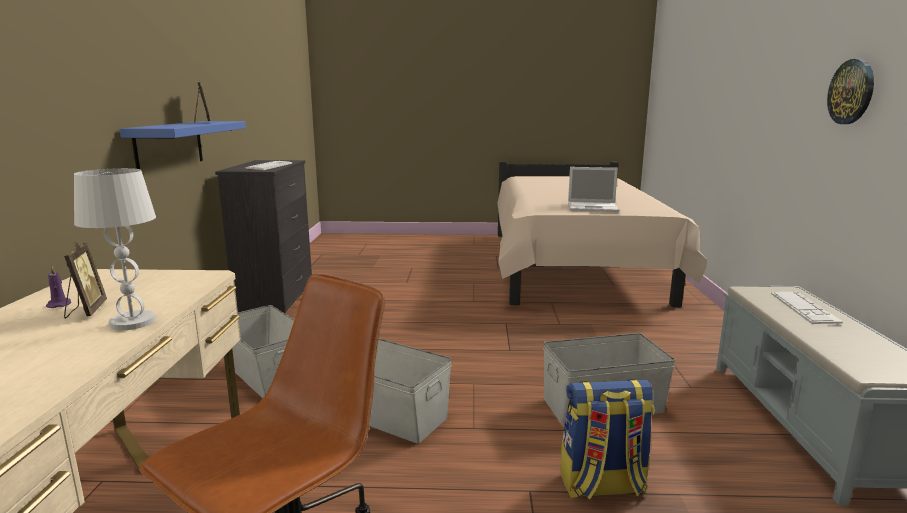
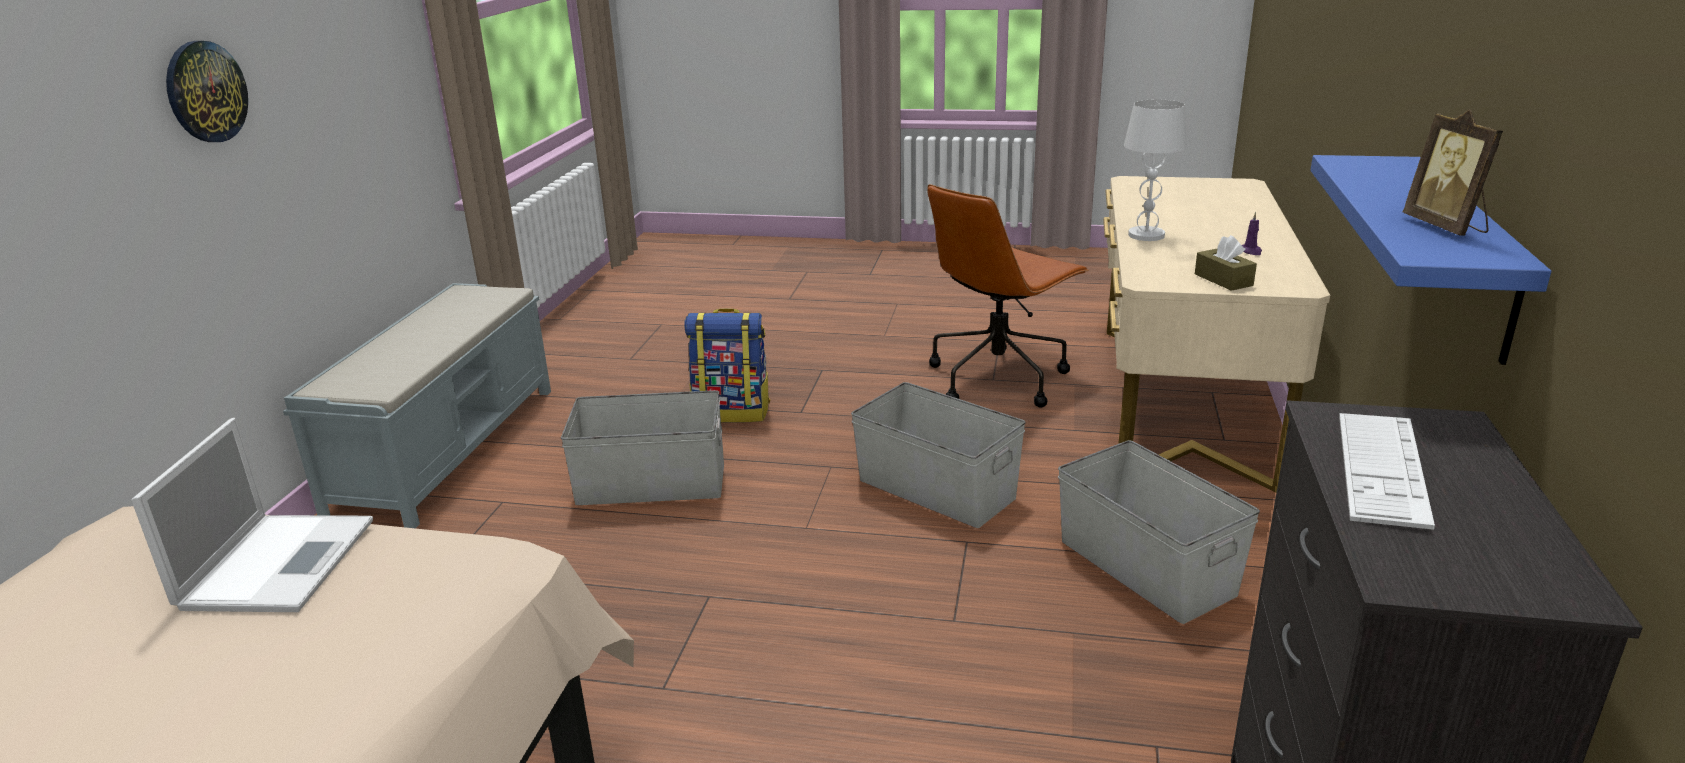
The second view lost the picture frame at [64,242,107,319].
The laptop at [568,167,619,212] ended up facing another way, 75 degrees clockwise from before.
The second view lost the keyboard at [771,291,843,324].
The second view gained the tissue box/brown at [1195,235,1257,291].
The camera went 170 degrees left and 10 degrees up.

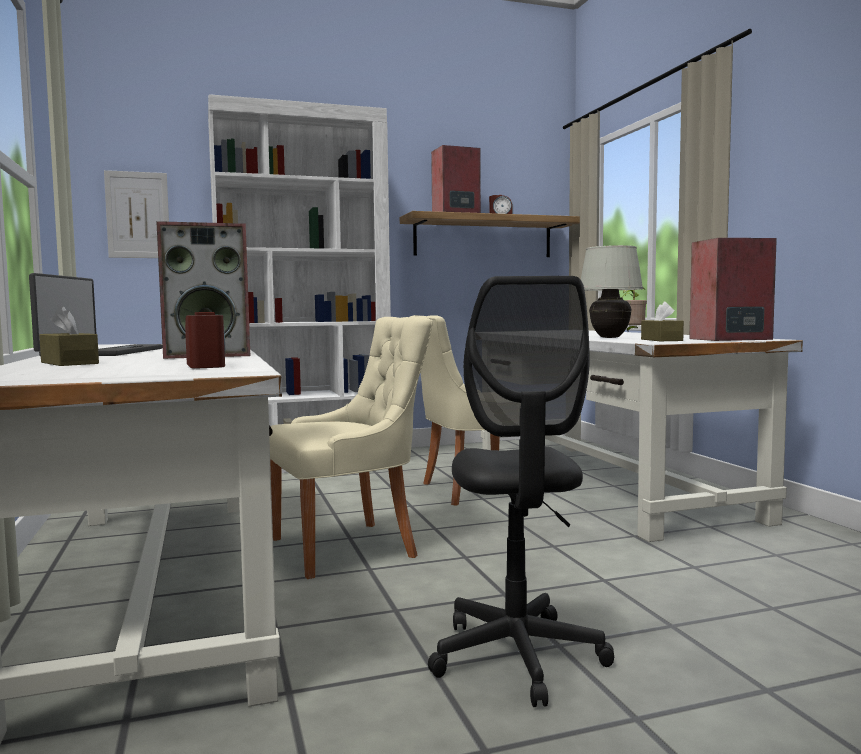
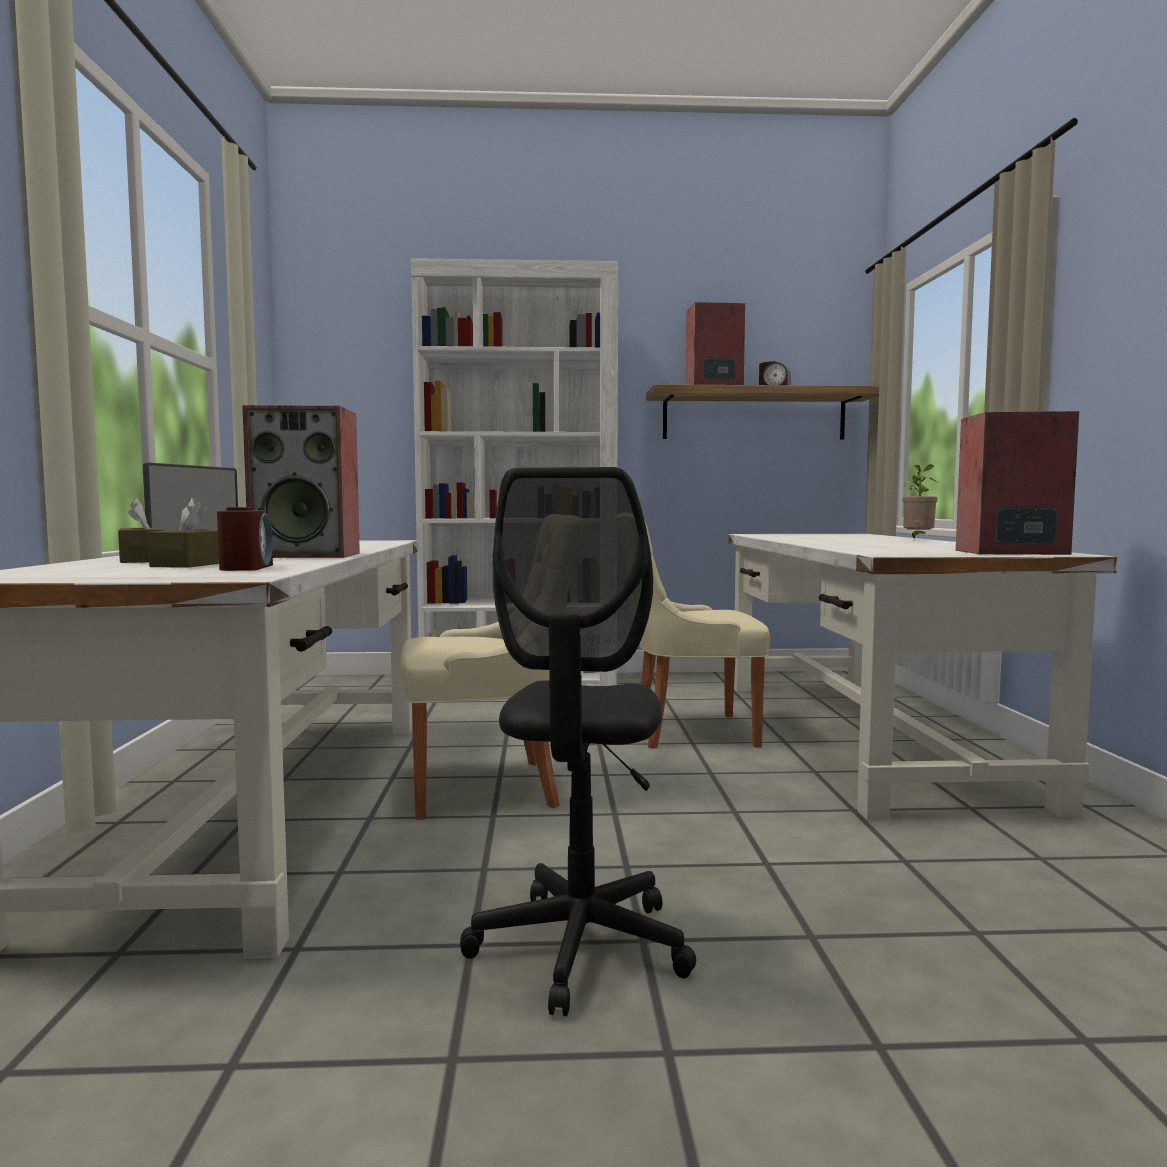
The second view lost the picture at [104,170,169,258].
The second view lost the table lamp/white at [581,245,643,338].
The tissue box/brown ended up elsewhere, having gone from [641,301,684,341] to [148,498,219,568].
The camera went 15 degrees right and 0 degrees up.

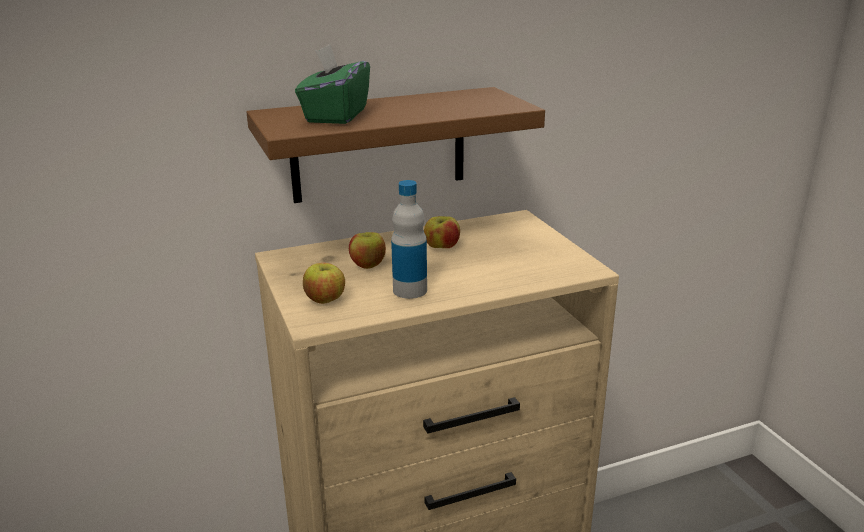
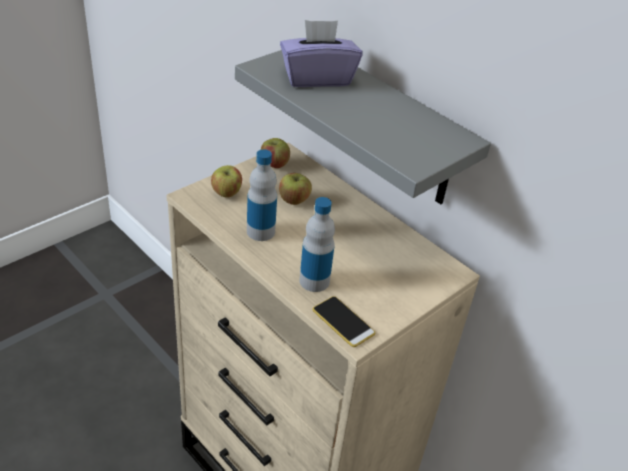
What was the shelf/brown at [246,87,545,203] turned into the shelf/grey at [235,50,491,204].
What was the tissue box/green at [295,44,370,124] turned into the tissue box/purple at [280,20,362,87].
The apple ended up elsewhere, having gone from [424,216,460,248] to [261,138,290,168].
The second view gained the bottle at [299,197,335,292].
The second view gained the phone at [312,296,375,347].
The camera went 65 degrees right and 15 degrees up.

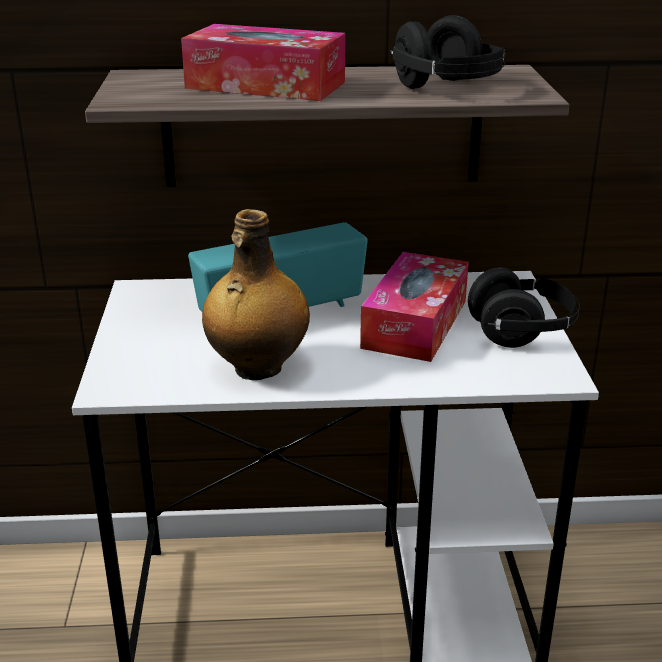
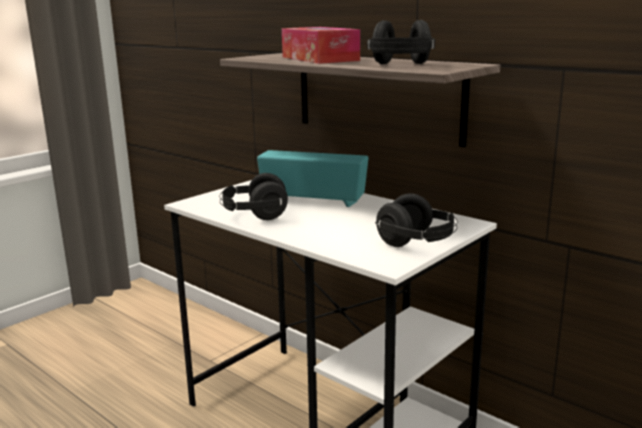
Where the bottle stood at [202,209,310,380], the headphones/black came to stand at [219,173,288,220].
The second view lost the tissue box at [360,252,469,362].
The camera went 45 degrees right and 10 degrees down.

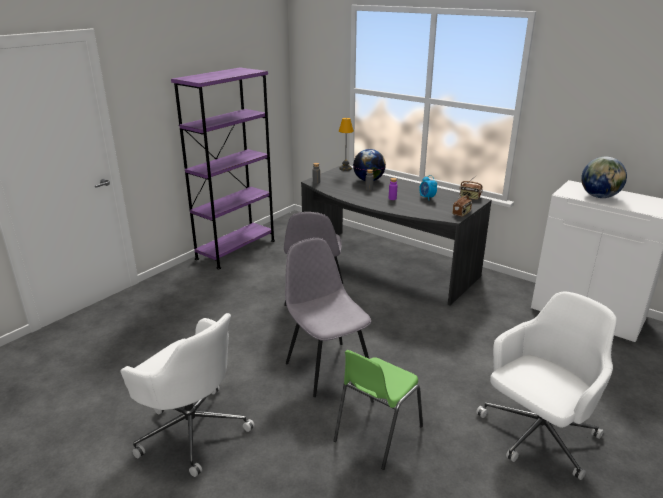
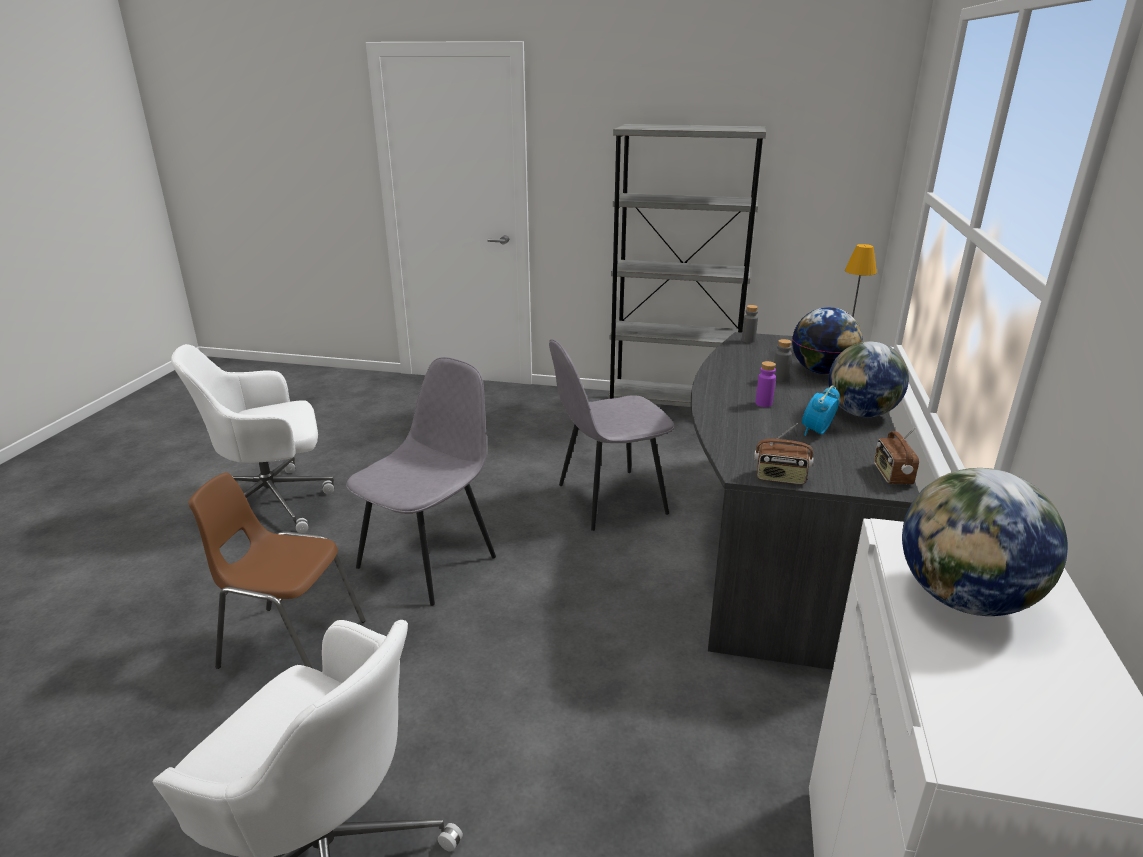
The office chair/white at [121,313,255,477] ended up facing another way, 60 degrees clockwise from before.
What was the bookcase/purple at [171,67,275,269] turned into the bookcase/grey at [608,124,766,407].
What was the chair/green at [333,350,423,470] turned into the chair/brown at [188,472,366,669].
The second view gained the globe at [828,341,909,417].
The camera went 65 degrees right and 0 degrees up.

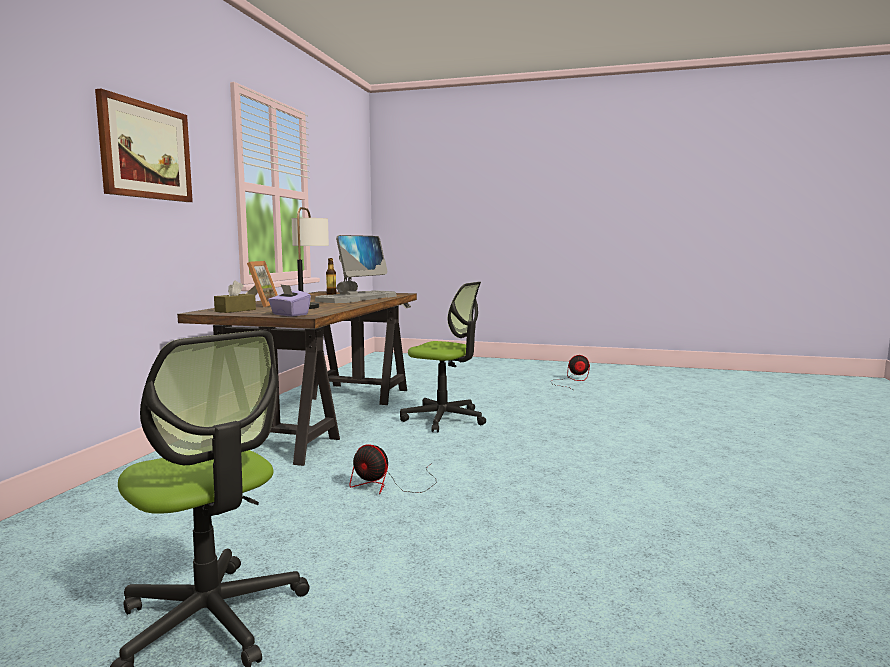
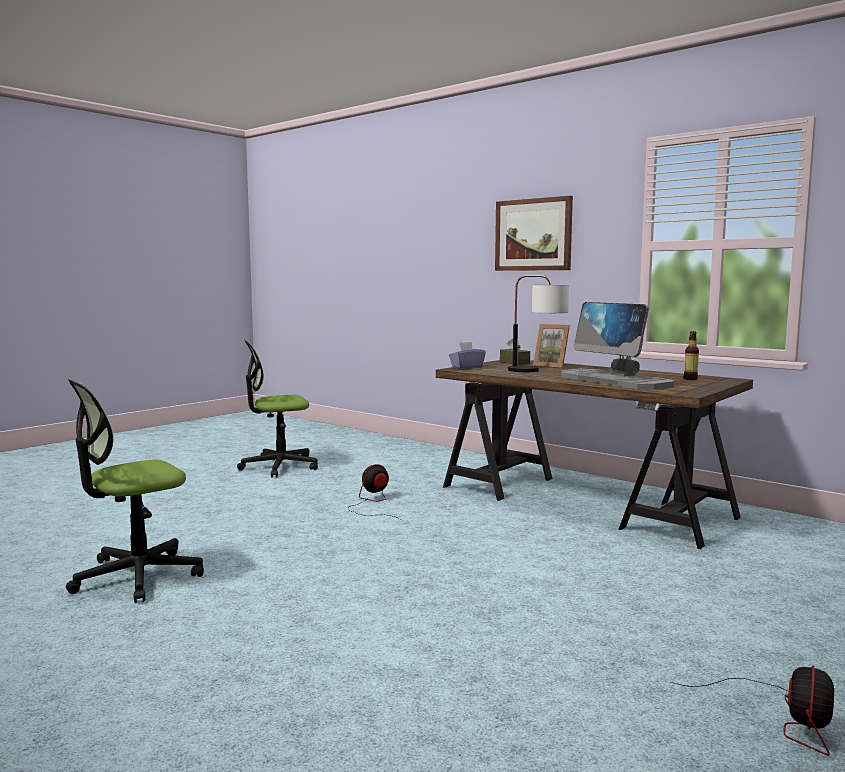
The office chair ended up elsewhere, having gone from [400,282,486,433] to [66,379,204,603].
The camera went 115 degrees right and 0 degrees up.

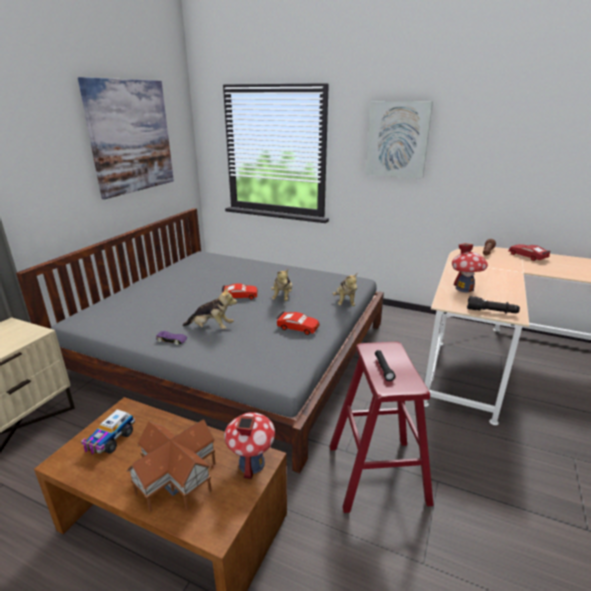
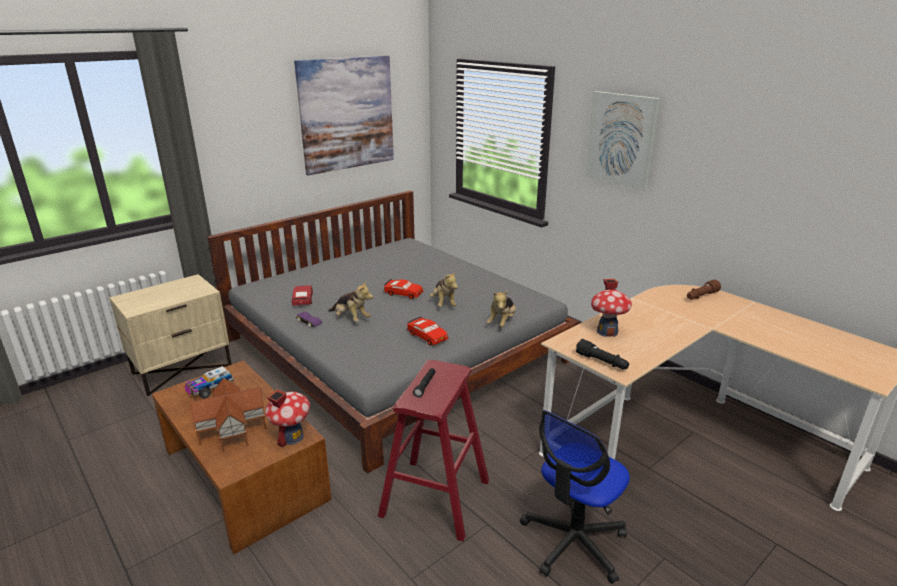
The plush toy at [271,268,293,301] ended up facing another way, 45 degrees counterclockwise from before.
The toy car/red ended up elsewhere, having gone from [509,244,551,261] to [292,285,313,306].
The second view gained the office chair at [520,410,630,584].
The camera went 25 degrees right and 0 degrees up.

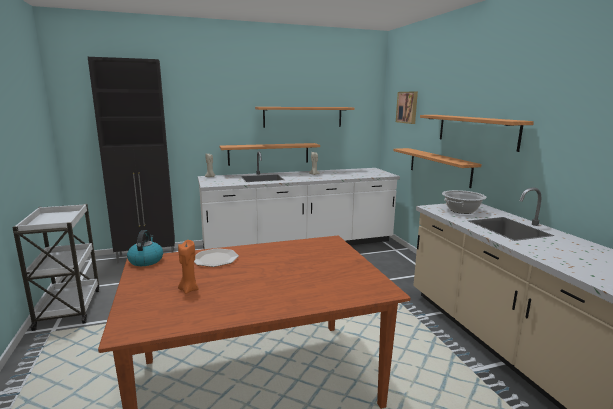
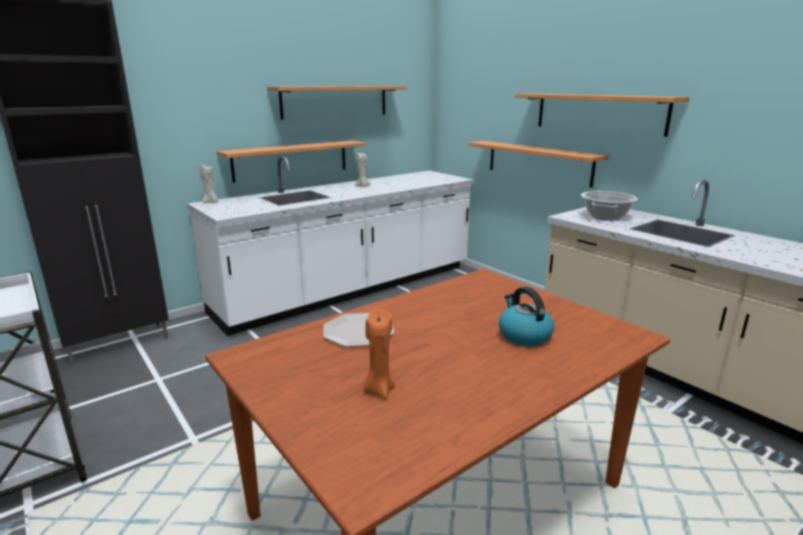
The kettle ended up elsewhere, having gone from [127,230,163,266] to [499,287,554,346].
The second view lost the picture at [396,91,418,124].
The camera went 20 degrees left and 5 degrees up.

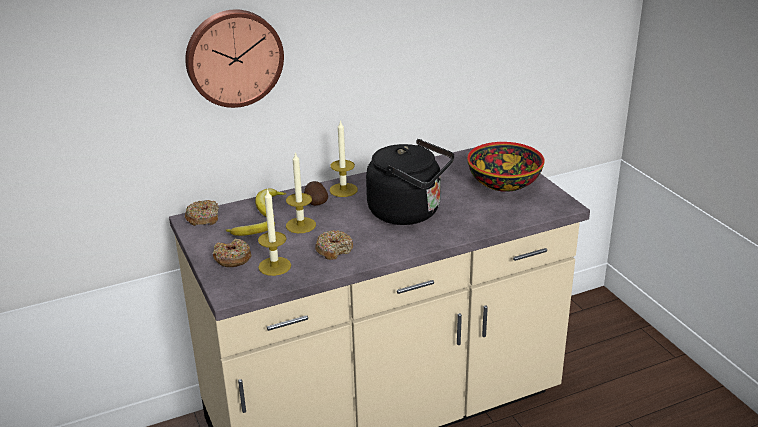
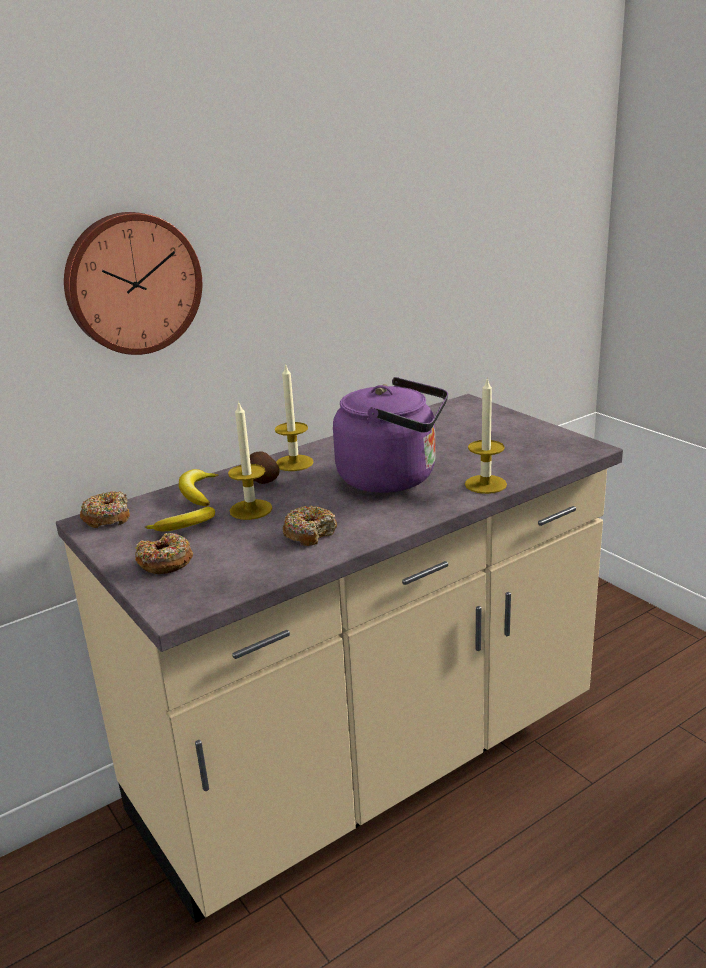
The candle ended up elsewhere, having gone from [258,189,291,276] to [465,377,507,494].
What was the kettle/black at [366,139,454,225] turned into the kettle/purple at [333,377,448,493].
The second view lost the bowl at [467,142,544,192].
The camera went 10 degrees left and 5 degrees down.

